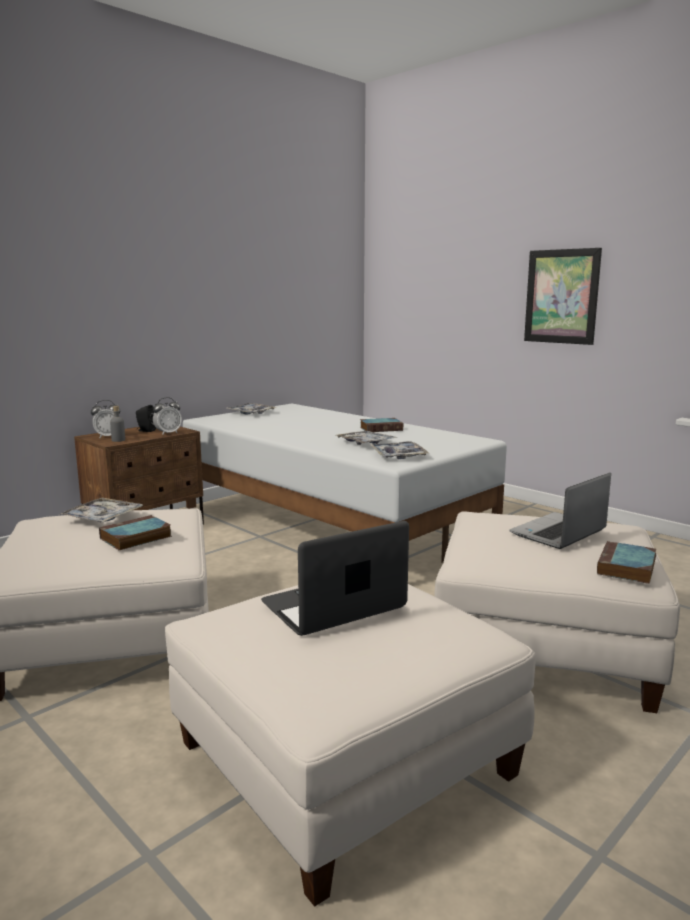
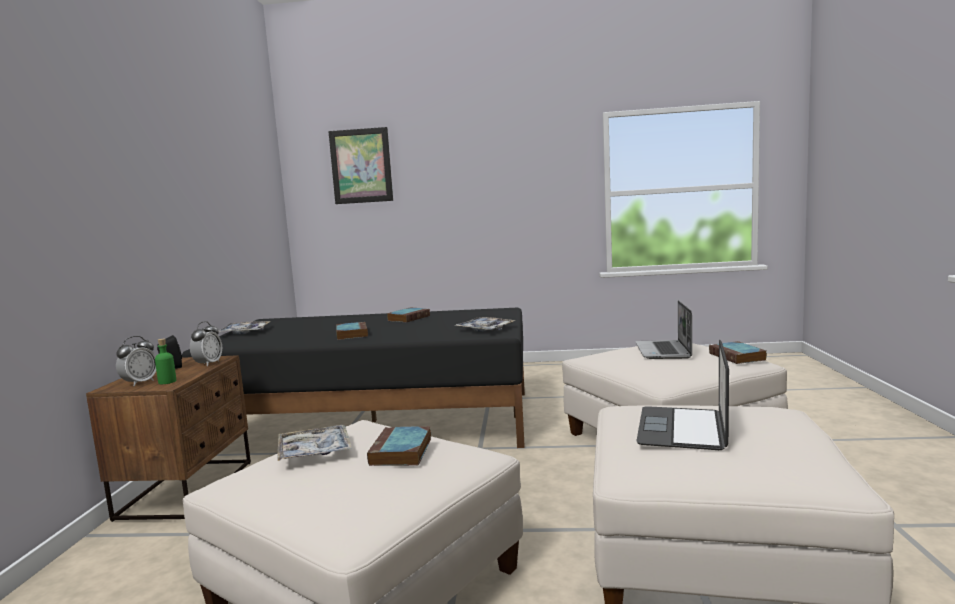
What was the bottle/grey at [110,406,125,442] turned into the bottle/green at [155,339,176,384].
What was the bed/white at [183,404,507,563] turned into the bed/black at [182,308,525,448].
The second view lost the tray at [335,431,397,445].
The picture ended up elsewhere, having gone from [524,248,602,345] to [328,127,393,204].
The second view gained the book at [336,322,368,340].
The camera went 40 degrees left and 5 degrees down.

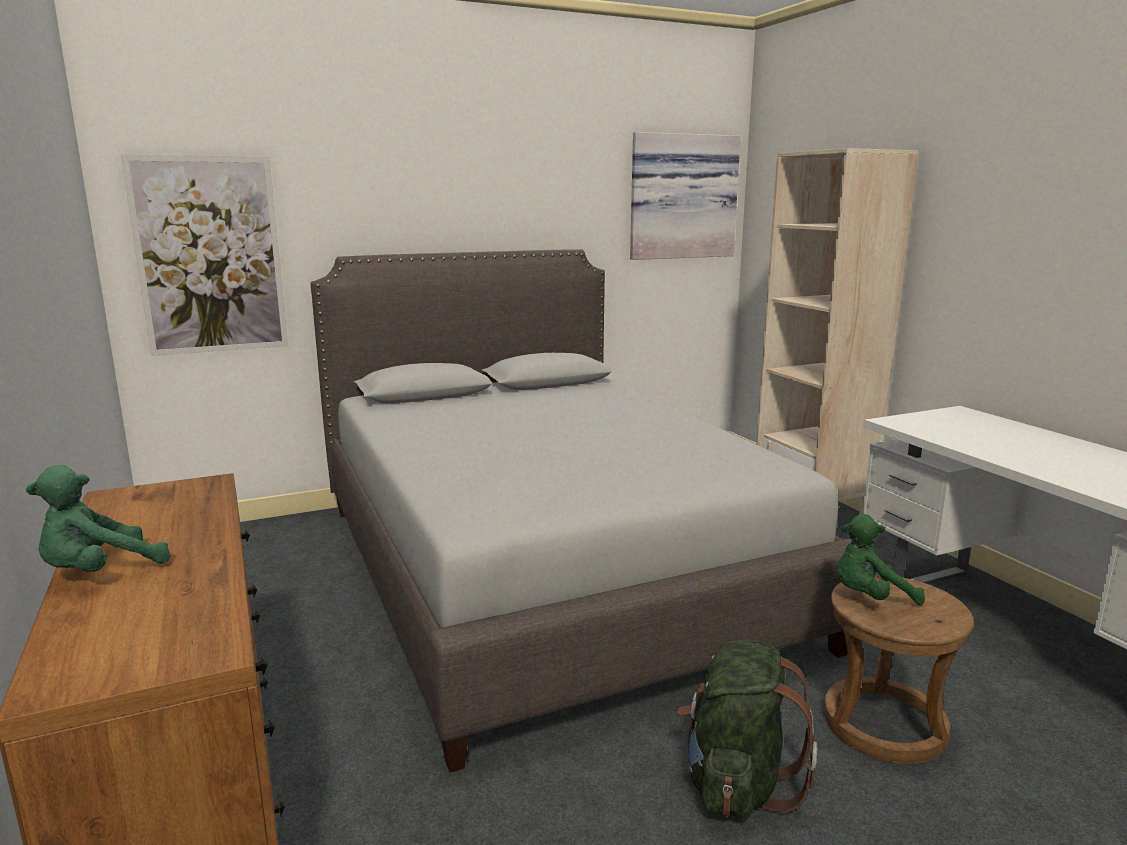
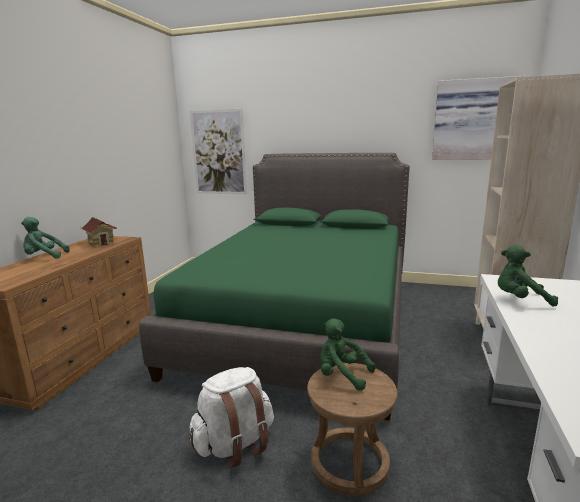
What was the bed/grey at [311,249,852,773] turned into the bed/green at [139,153,410,421].
What was the backpack/green at [677,640,818,819] turned into the backpack/white at [188,367,274,468].
The second view gained the toy house at [81,217,117,247].
The second view gained the plush toy/green at [498,245,558,307].
The camera went 40 degrees right and 0 degrees up.

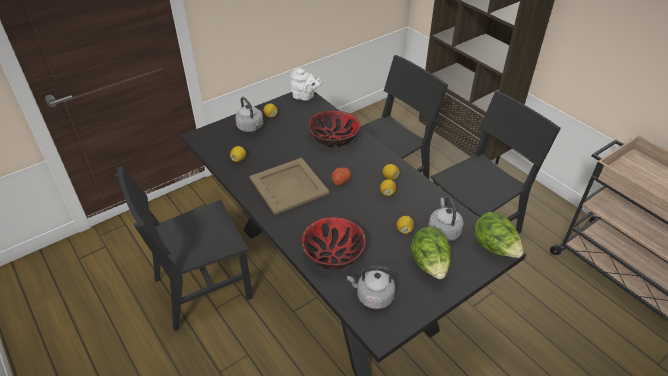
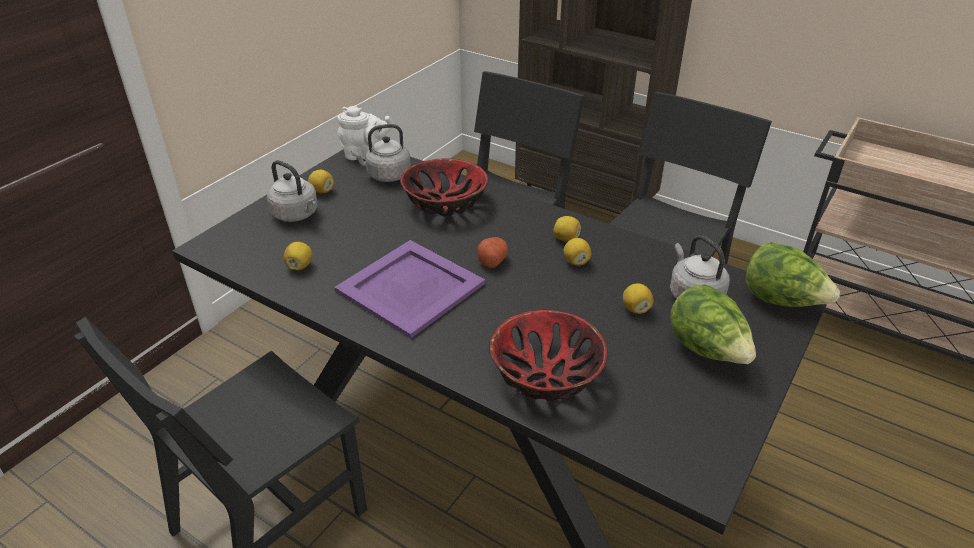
What was the tray/beige at [249,158,330,215] turned into the tray/purple at [334,240,485,338].
The kettle/grey ended up elsewhere, having gone from [347,265,395,309] to [351,124,411,182].
The camera went 20 degrees left and 5 degrees down.

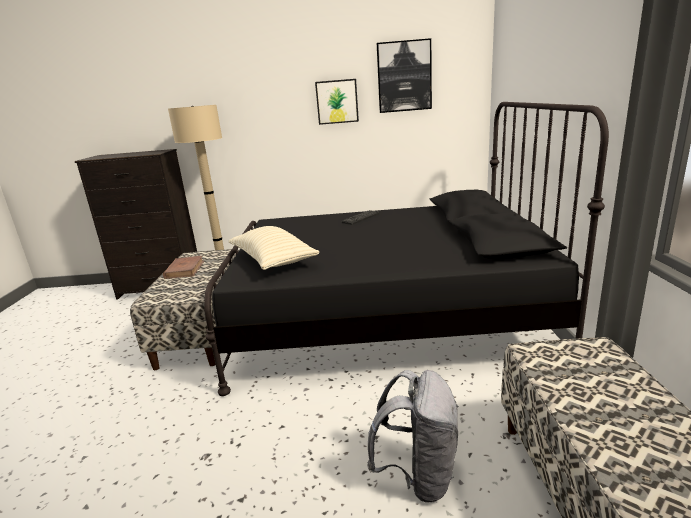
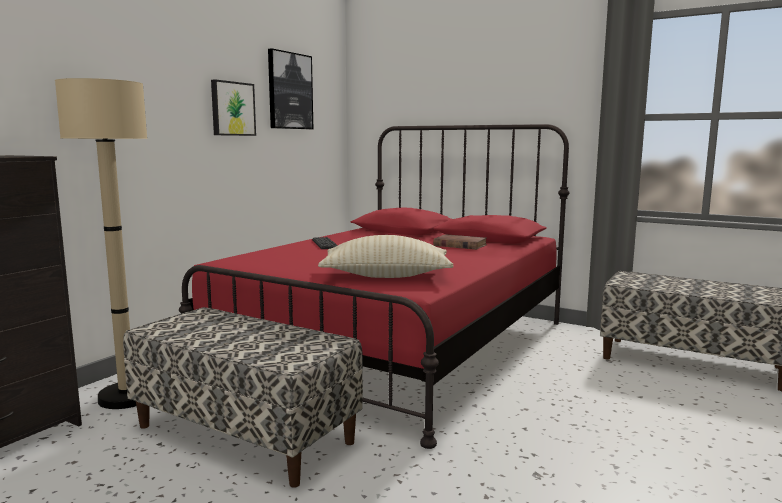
The book/brown ended up elsewhere, having gone from [163,256,204,279] to [433,234,487,250].
What was the bed/black at [204,102,609,396] turned into the bed/red at [179,124,569,449].
The second view lost the backpack/grey at [367,370,459,503].
The camera went 60 degrees left and 10 degrees down.

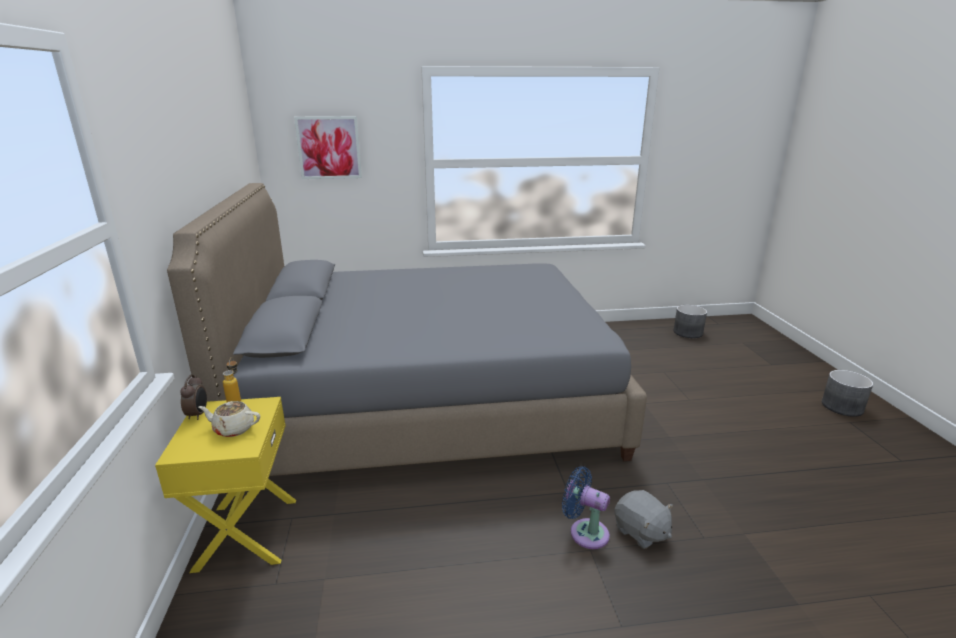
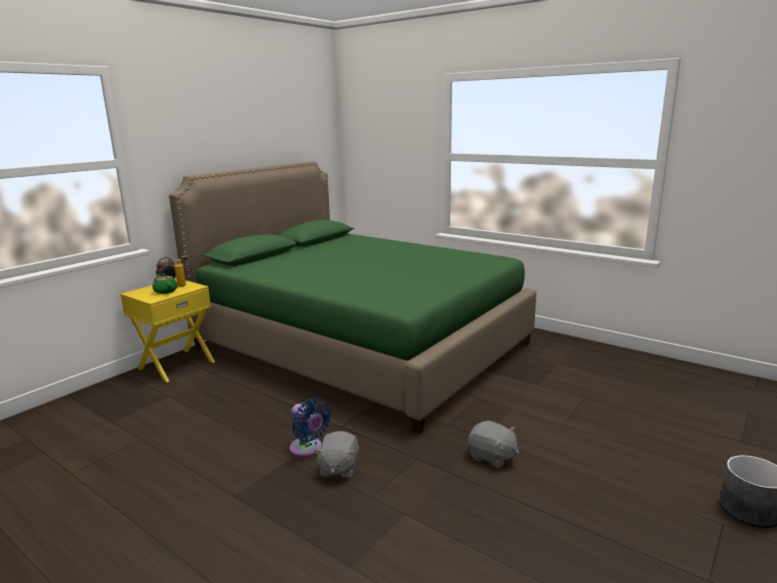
What was the bed/grey at [167,183,647,476] turned into the bed/green at [169,161,536,434].
What was the teapot/beige at [198,401,260,437] turned into the teapot/green at [152,274,178,294].
The second view lost the picture at [294,116,362,179].
The fan/blue at [562,466,610,549] ended up facing another way, 150 degrees clockwise from before.
The second view lost the planter/grey at [673,305,707,338].
The second view gained the plush toy/grey at [468,421,519,469].
The camera went 45 degrees right and 5 degrees down.

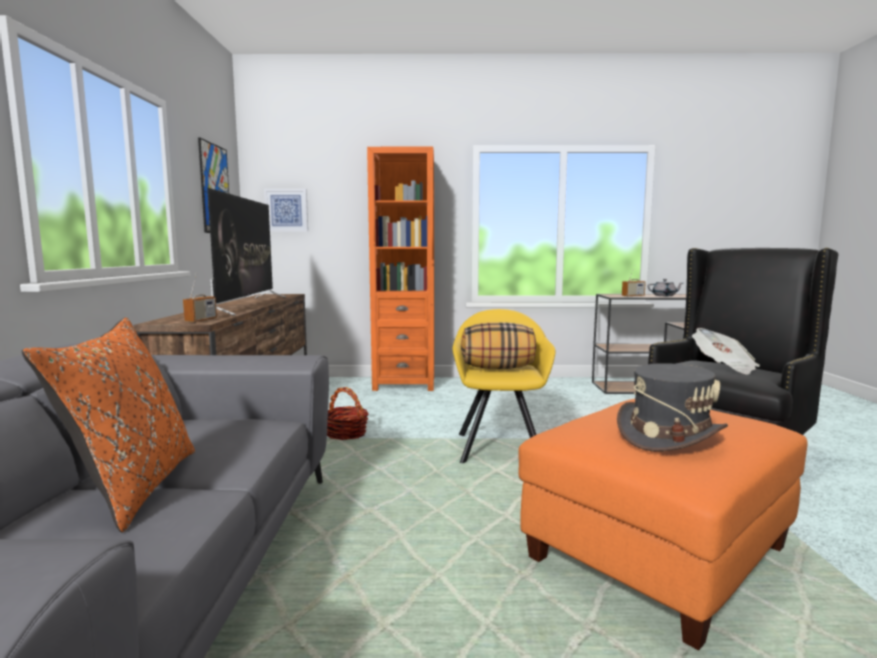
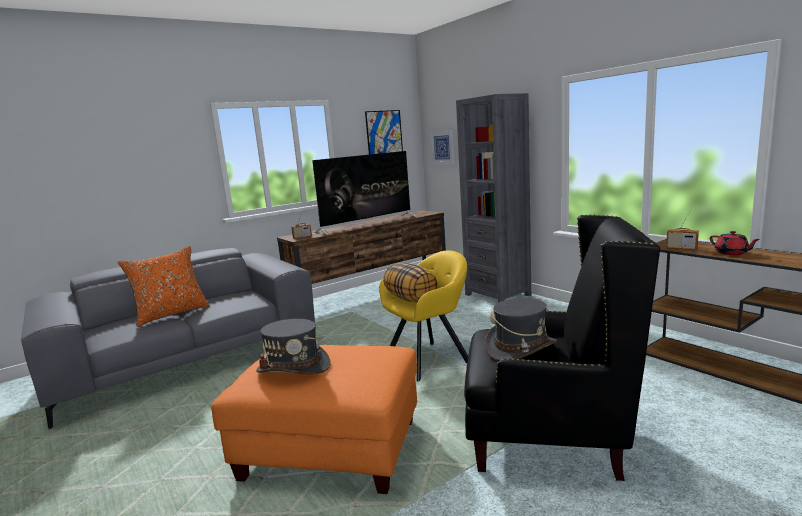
The second view lost the basket at [327,387,369,440].
What was the bookcase/orange at [367,147,434,391] turned into the bookcase/grey at [456,93,531,303].
What was the teapot/grey at [647,279,683,296] turned into the teapot/red at [710,231,760,255].
Where the newspaper stood at [692,328,760,375], the hat/grey came to stand at [485,298,557,361].
The camera went 55 degrees right and 5 degrees up.

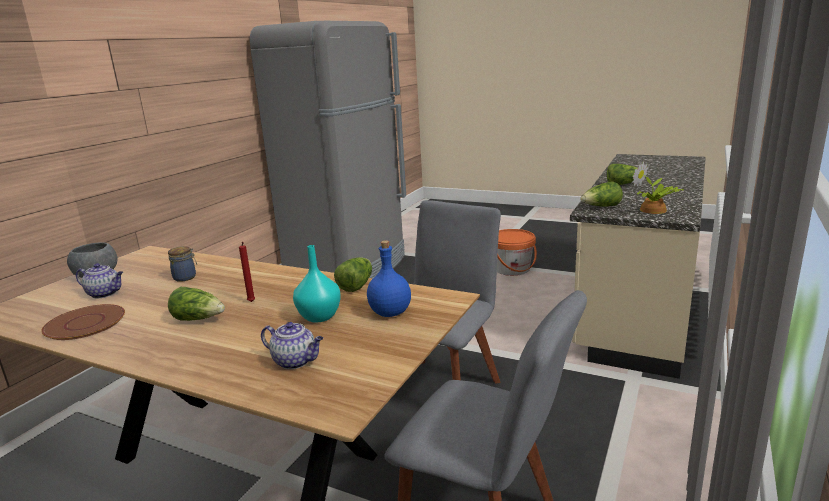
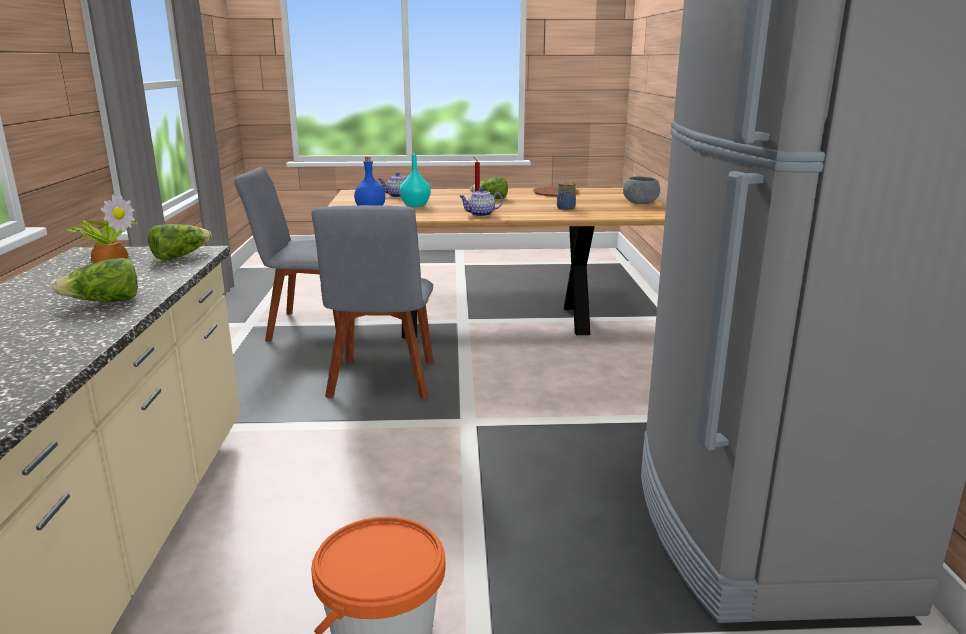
The teapot ended up elsewhere, having gone from [76,263,123,298] to [459,188,503,217].
The second view lost the lettuce at [334,257,372,292].
The camera went 150 degrees right and 0 degrees up.

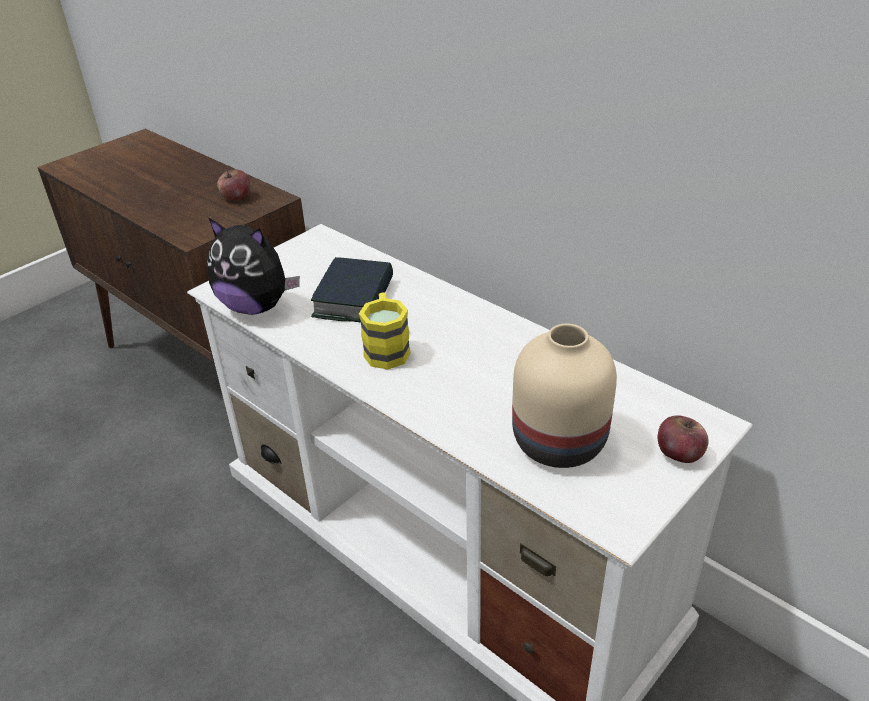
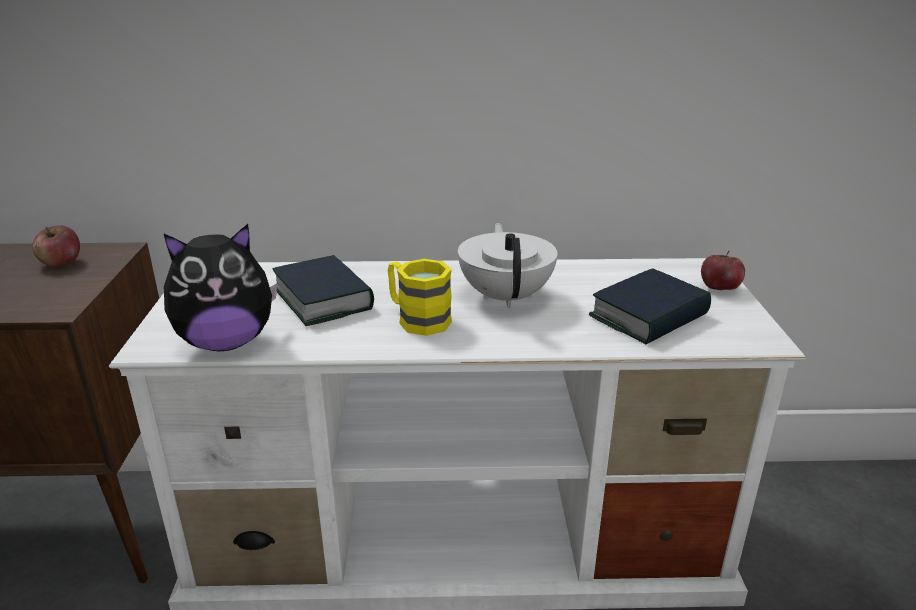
Where the vase/beige stood at [512,324,617,468], the book came to stand at [589,268,711,344].
The second view gained the teapot/white at [458,223,558,308].
The camera went 45 degrees left and 10 degrees down.

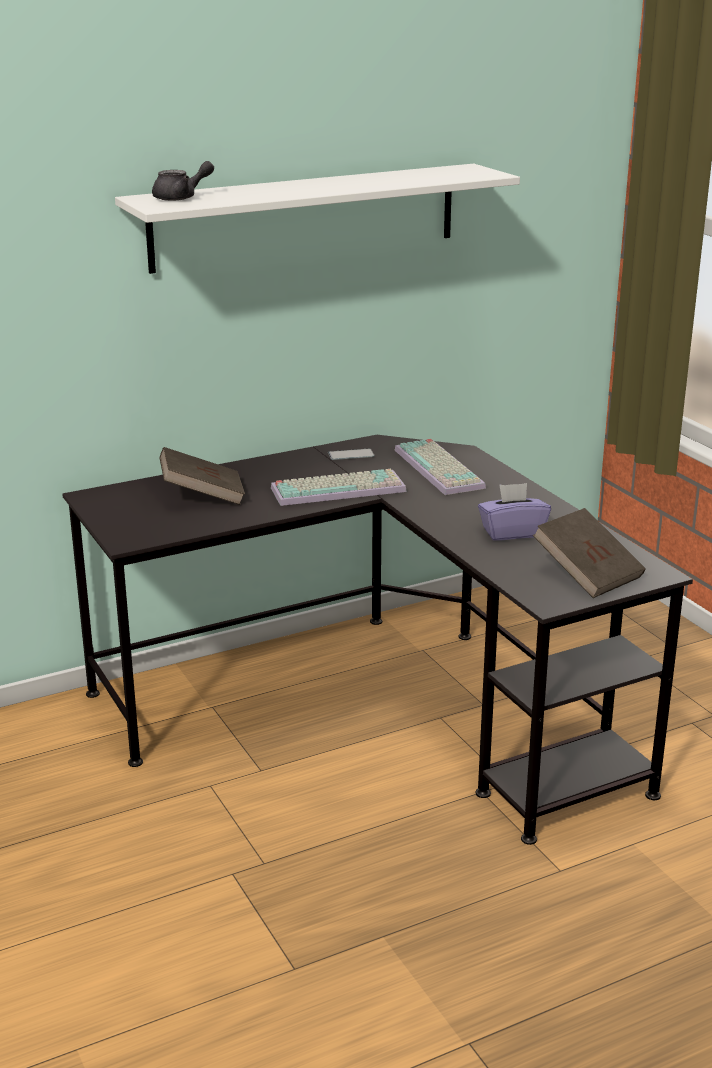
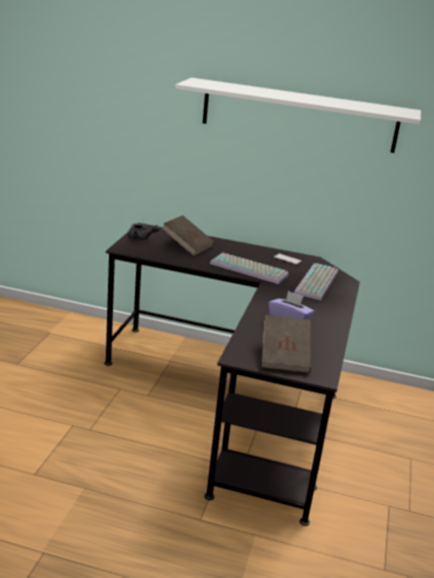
The teapot/grey ended up elsewhere, having gone from [152,161,214,201] to [127,223,160,240].
The camera went 40 degrees right and 0 degrees up.

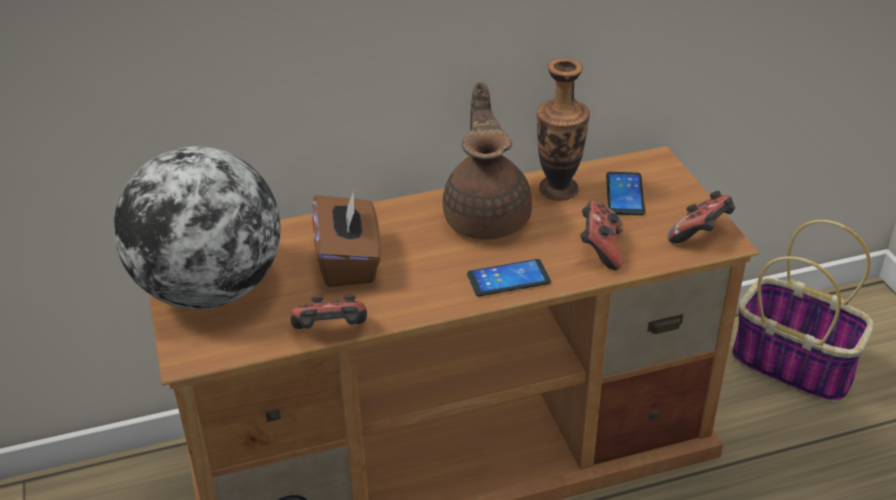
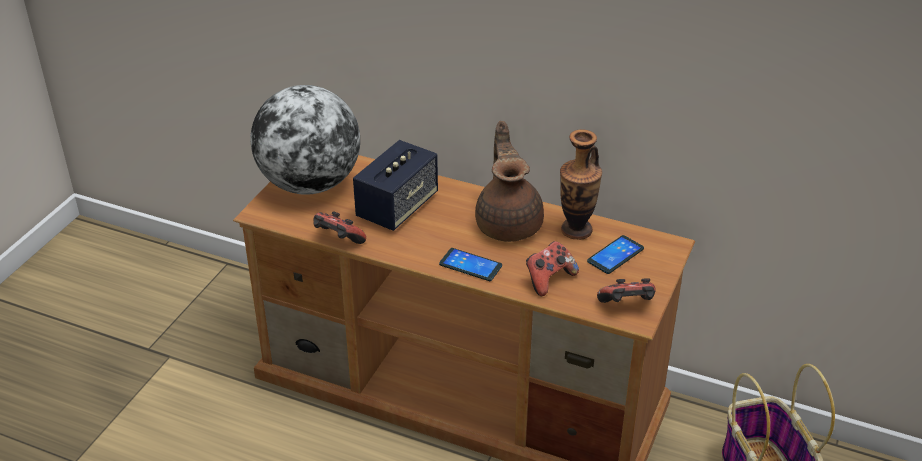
Where the tissue box/brown stood at [312,190,381,287], the speaker came to stand at [353,140,438,231].
The teapot/brown at [442,82,532,240] ended up facing another way, 45 degrees counterclockwise from before.
The camera went 40 degrees right and 0 degrees up.

